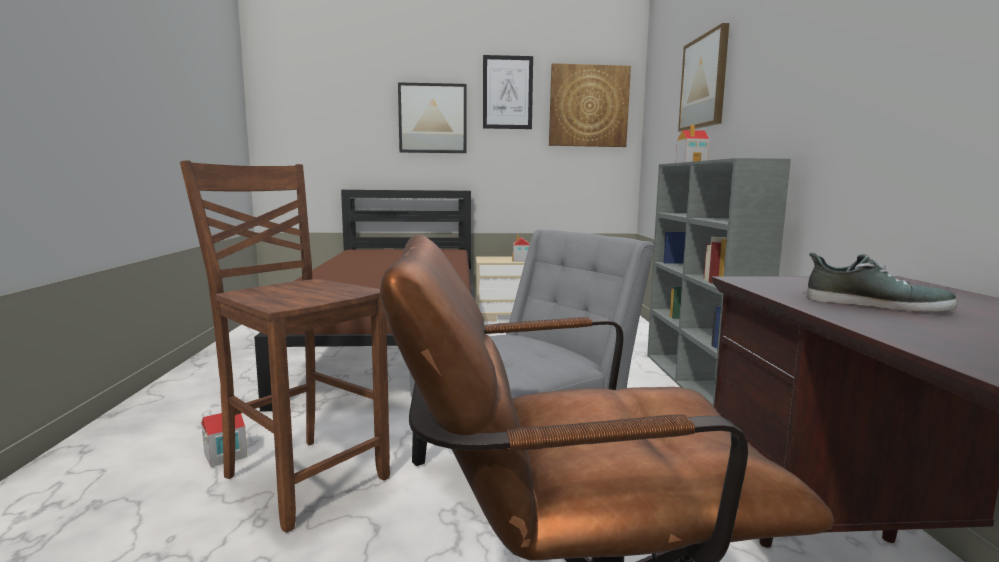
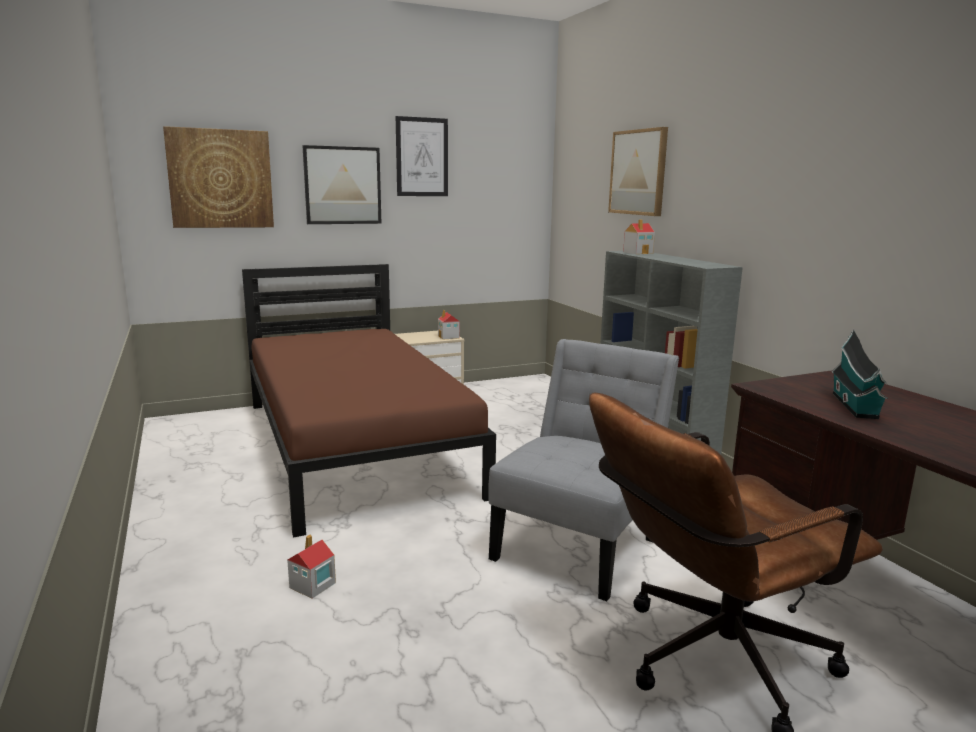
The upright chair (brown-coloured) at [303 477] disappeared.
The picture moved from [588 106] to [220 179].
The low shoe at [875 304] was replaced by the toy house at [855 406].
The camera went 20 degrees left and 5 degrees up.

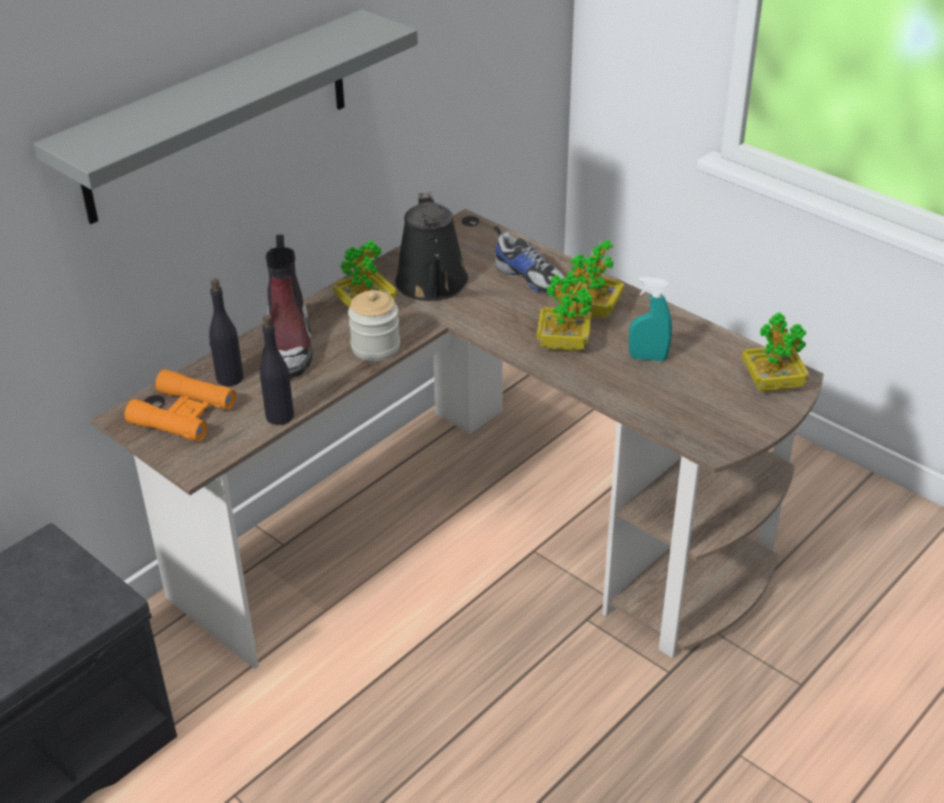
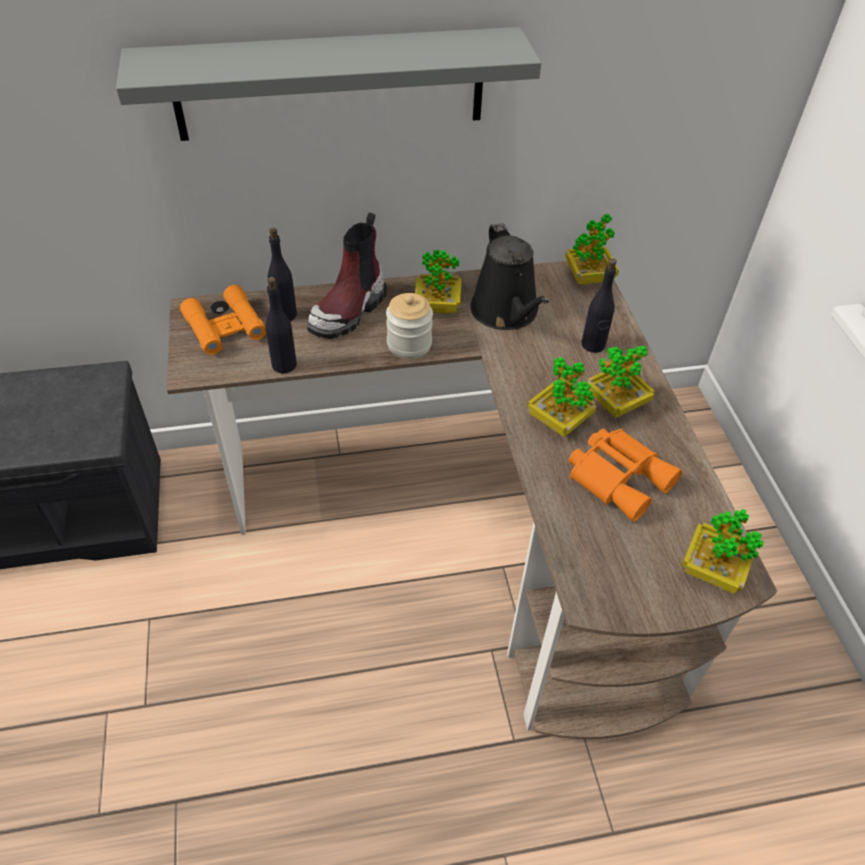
The houseplant at [588 278] appeared.
The low shoe at [530 277] was replaced by the bottle (black) at [593 345].
The hand sprayer (blue-green) at [648 358] was replaced by the field glasses (orangey) at [619 476].
The watering can (black) at [432 285] turned 45 degrees counterclockwise.
The camera went 35 degrees right and 10 degrees up.

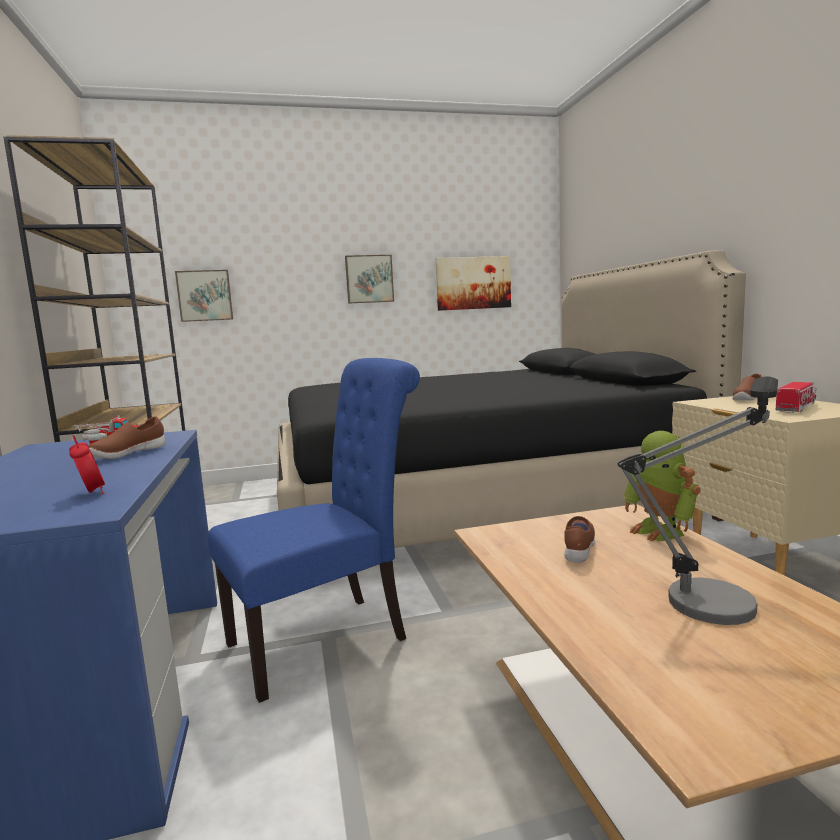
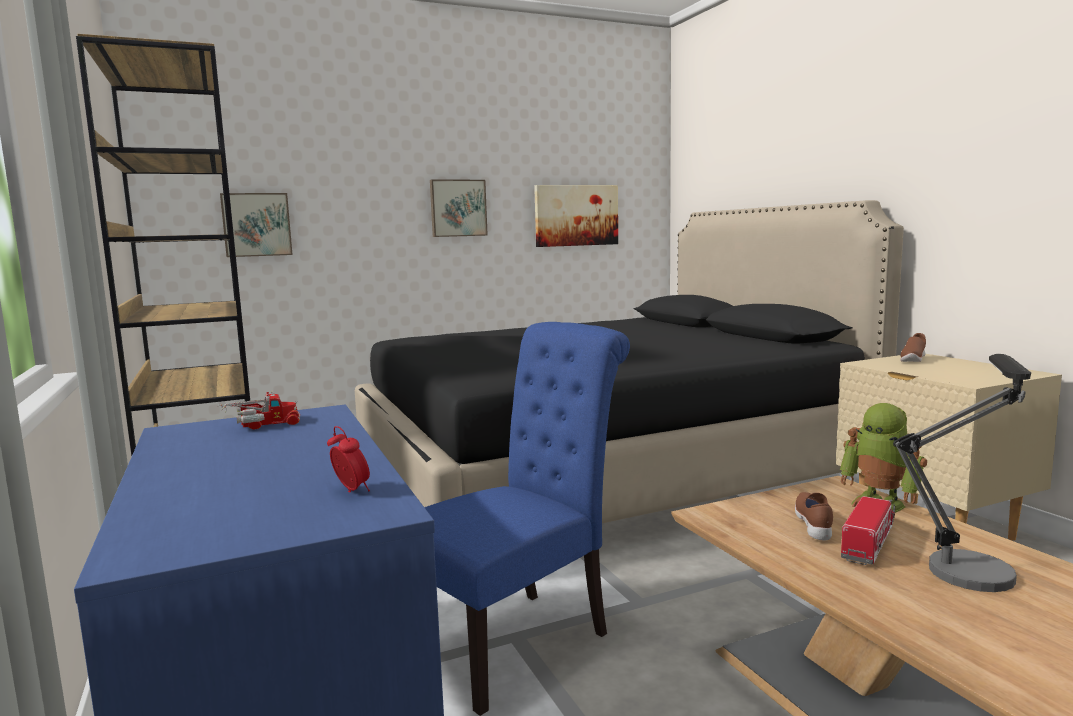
The low shoe (brown-coloured) at [128 454] disappeared.
The toy lorry moved from [796 407] to [869 541].
The camera went 10 degrees left and 0 degrees up.

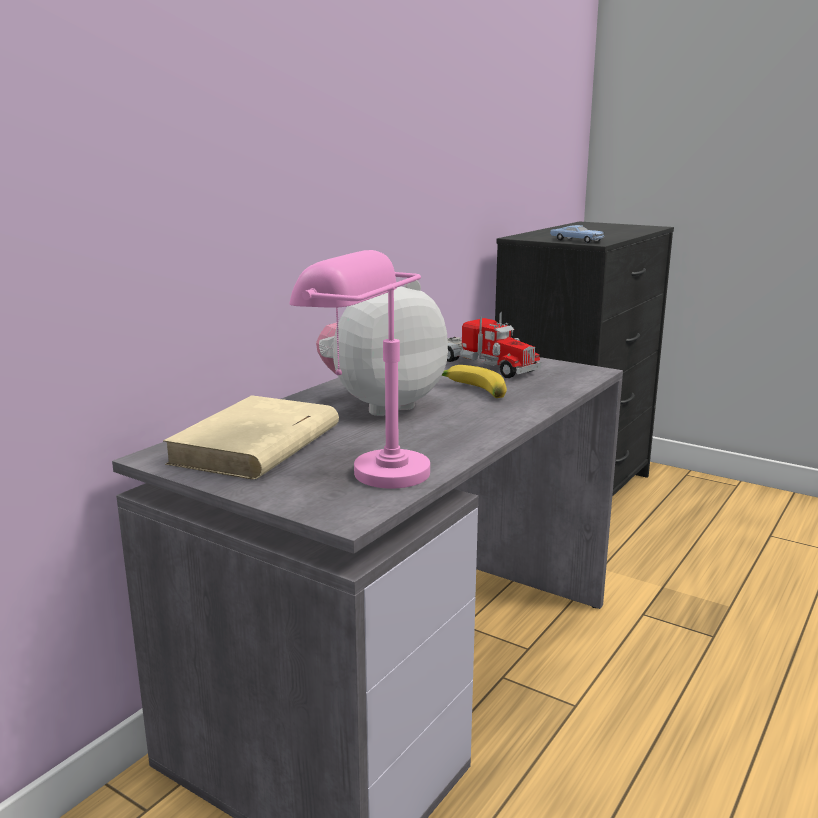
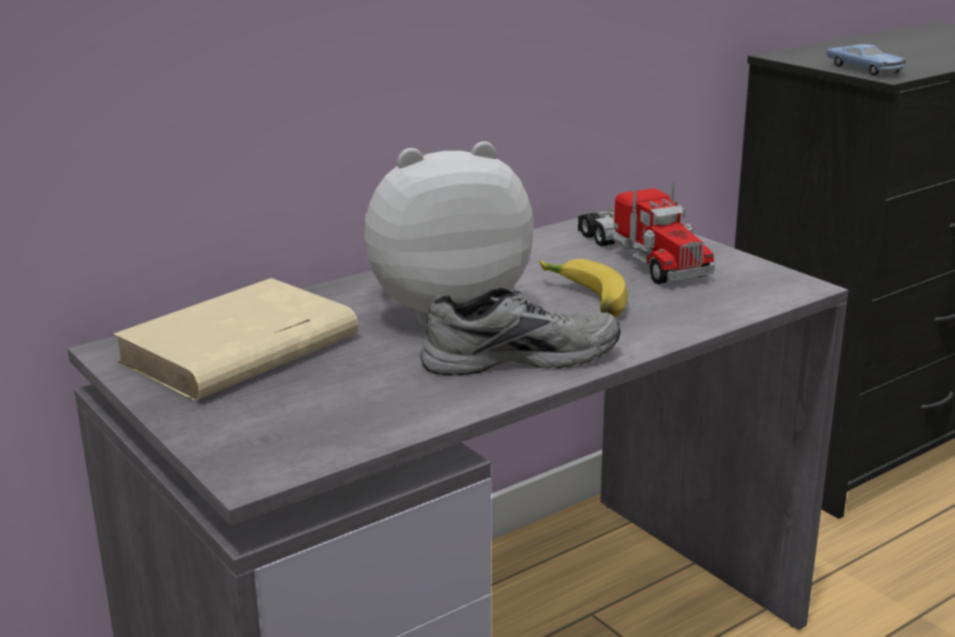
The tabletop lamp (pink) at [366 469] disappeared.
The low shoe (gray) at [519 356] appeared.
The camera went 20 degrees right and 5 degrees up.

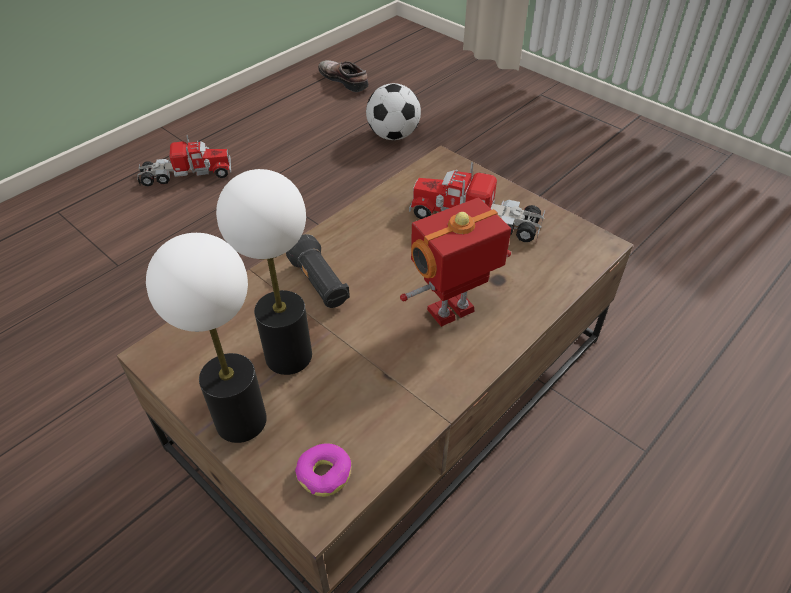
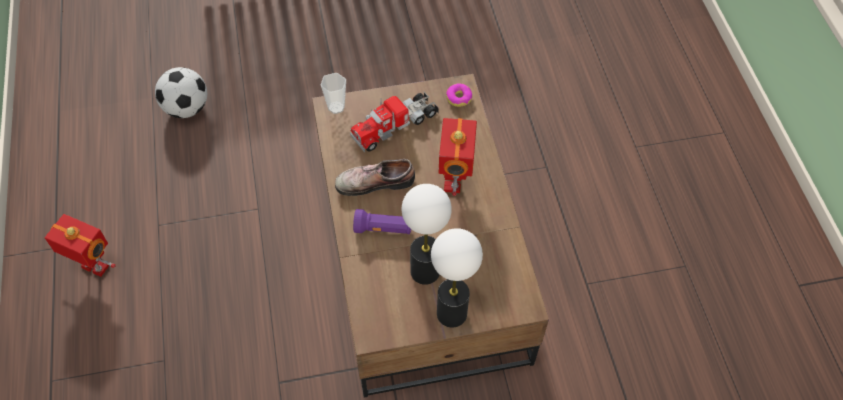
The cup at [336 107] appeared.
The doughnut moved from [325 474] to [459 98].
The low shoe moved from [345 80] to [374 181].
The toy lorry at [186 174] was replaced by the toy robot at [94 267].
The flashlight (black) at [320 284] became the flashlight (purplish) at [383 229].
The camera went 55 degrees left and 10 degrees up.

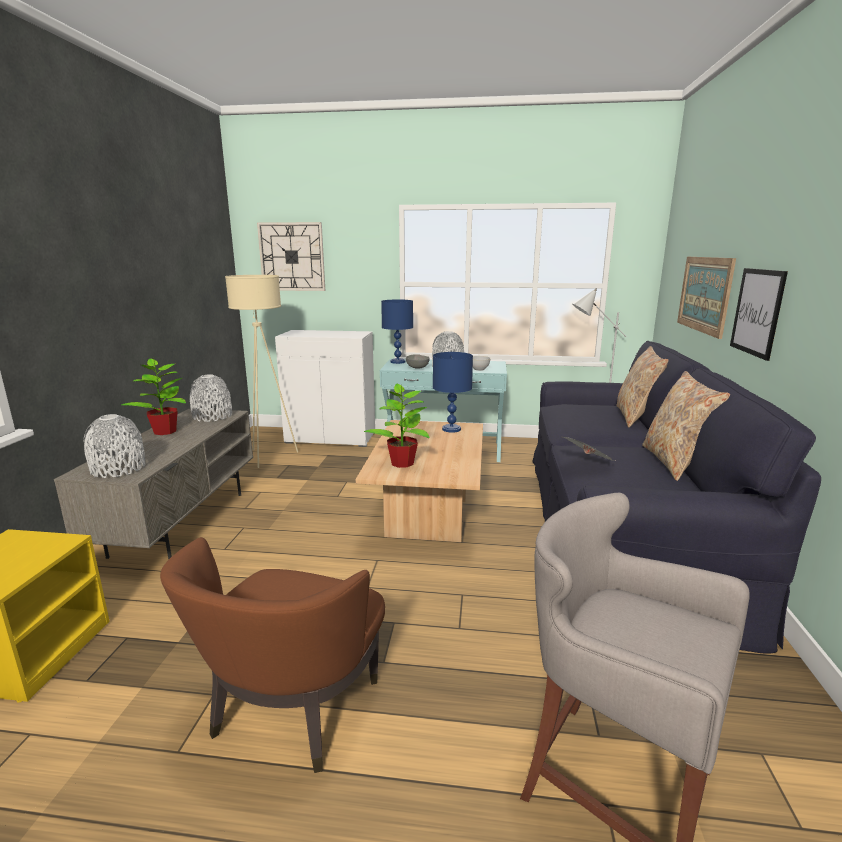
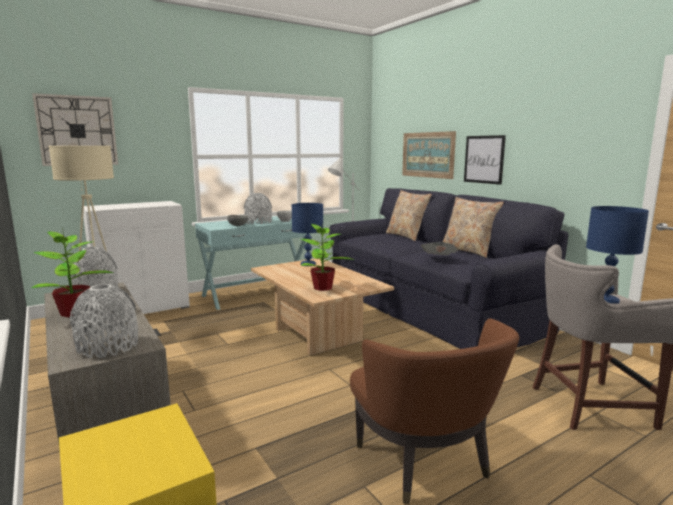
The tabletop lamp (blue-coloured) moved from [398 362] to [606 300].
The camera went 40 degrees left and 5 degrees down.

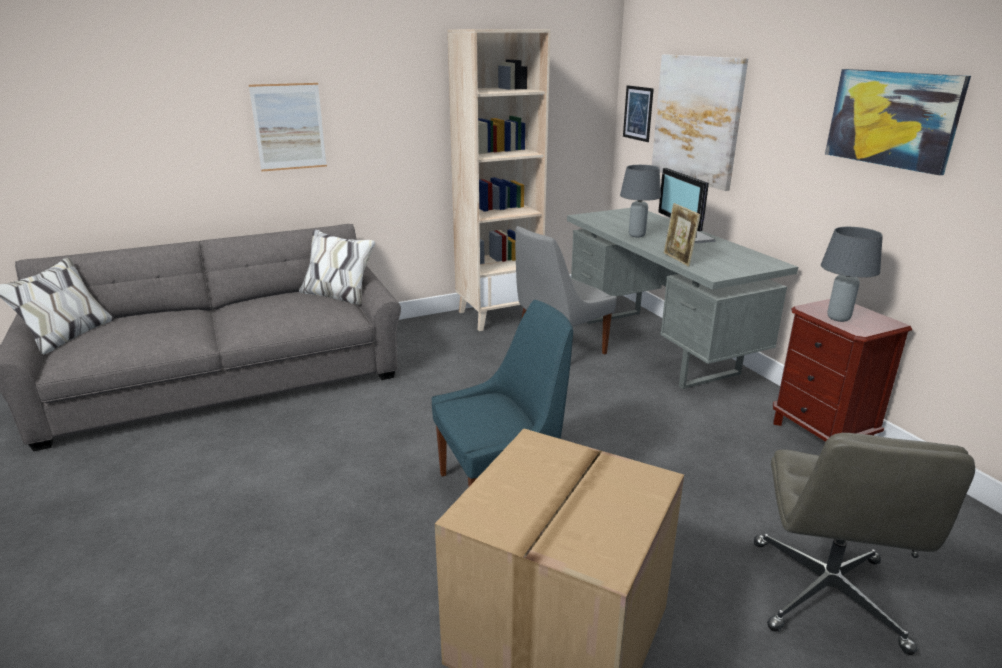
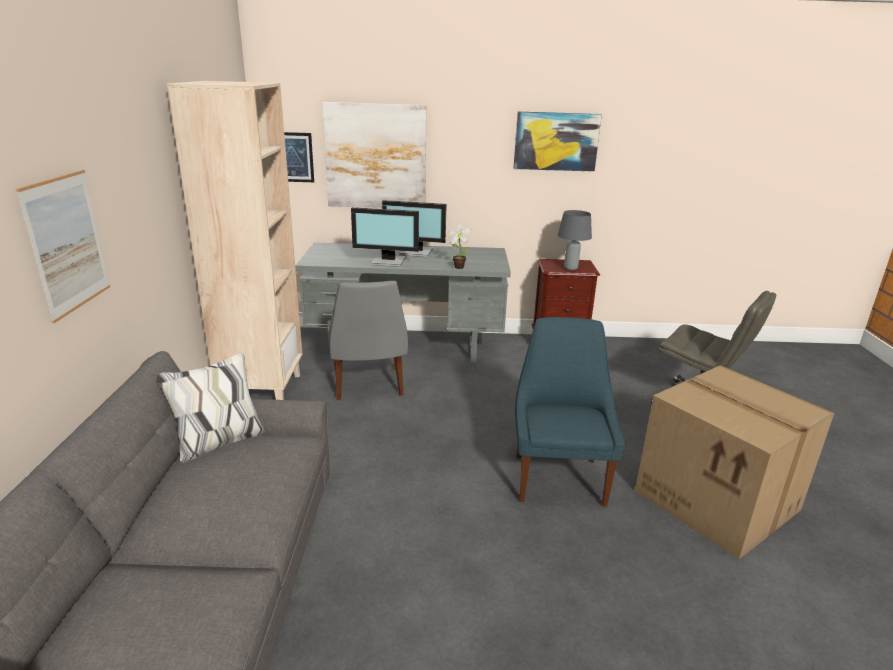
The tabletop lamp (gray) at [637 235] was replaced by the computer display at [388 261].
The photo frame at [678 259] was replaced by the houseplant at [457 267].
The camera went 65 degrees left and 0 degrees up.

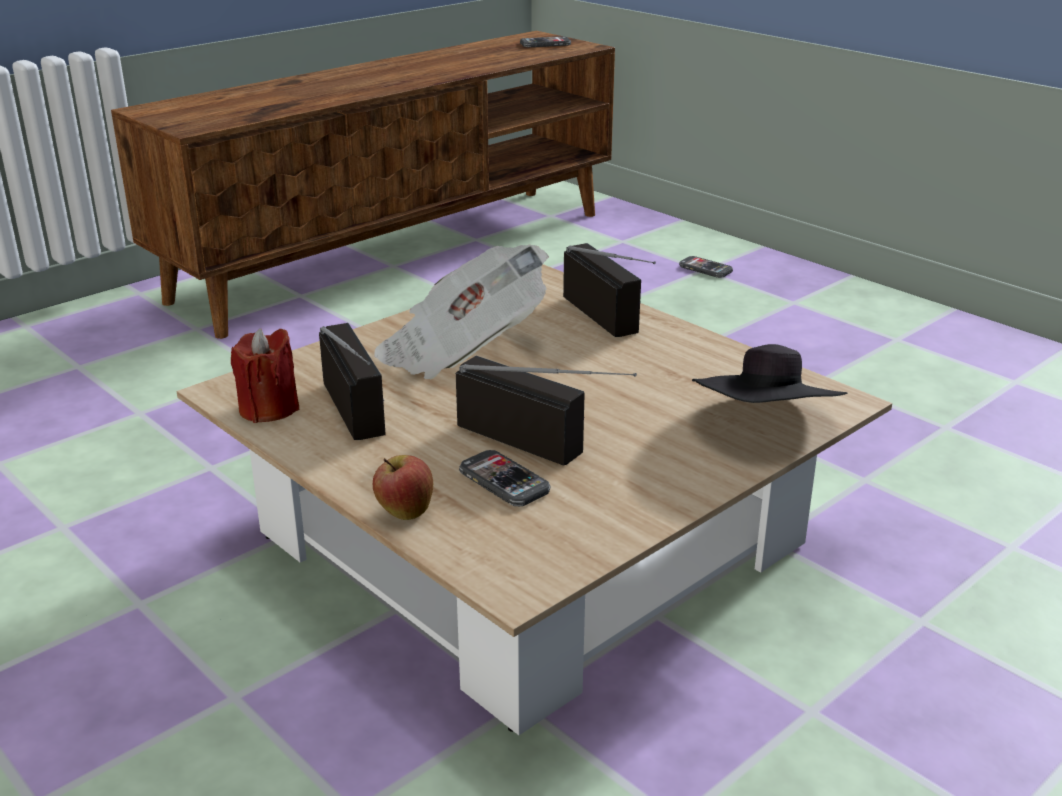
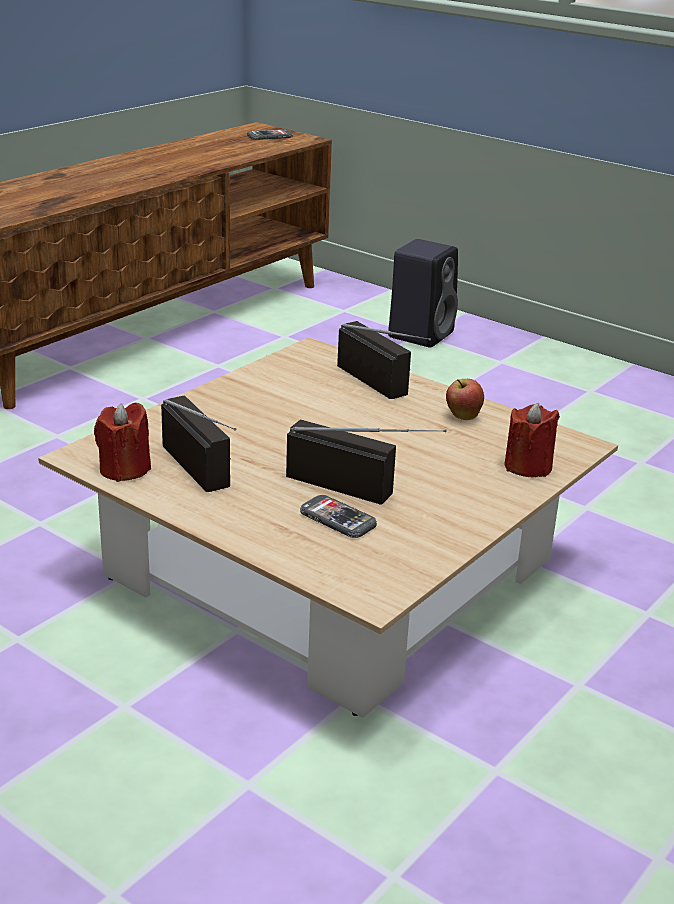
The printed paper at [462 352] disappeared.
The whole apple moved from [404 512] to [463 416].
The handset at [705 269] was replaced by the speaker (black) at [421 334].
The clothing hat (black) at [766 426] was replaced by the wax candle (red-coloured) at [528 467].
The camera went 10 degrees left and 0 degrees up.

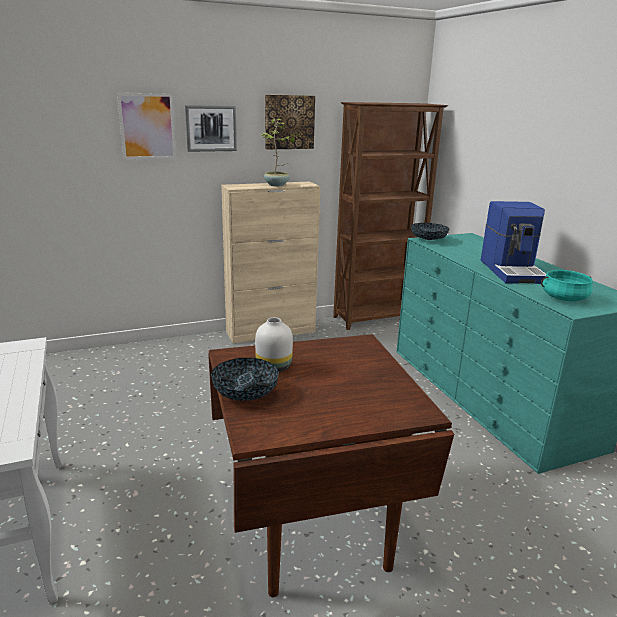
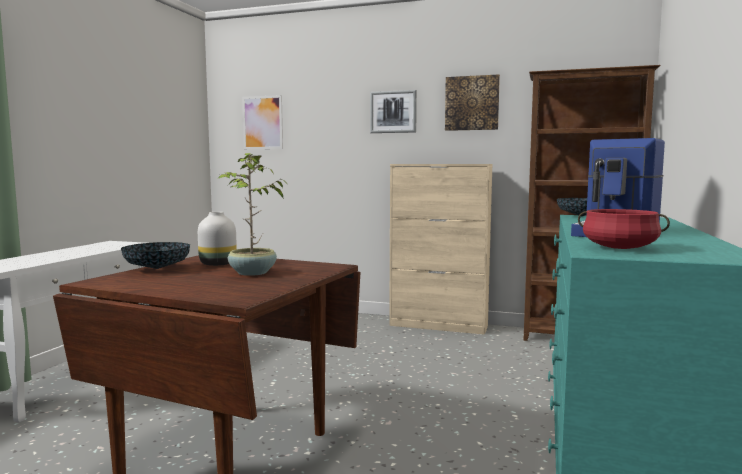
The picture moved from [147 126] to [262 122].
The houseplant moved from [277 185] to [252 273].
The stockpot (blue-green) at [564 298] became the stockpot (red-coloured) at [620 248].
The camera went 40 degrees right and 15 degrees down.

